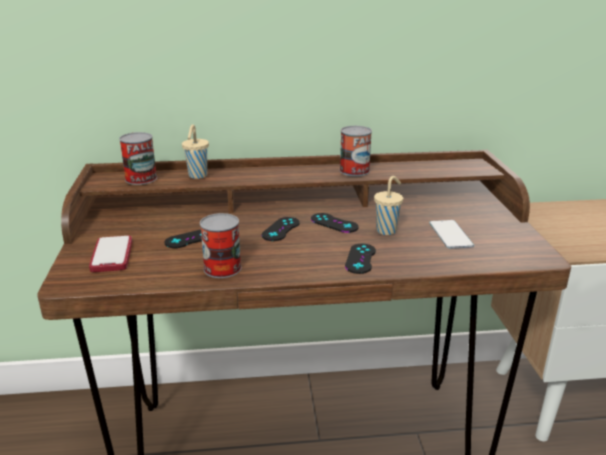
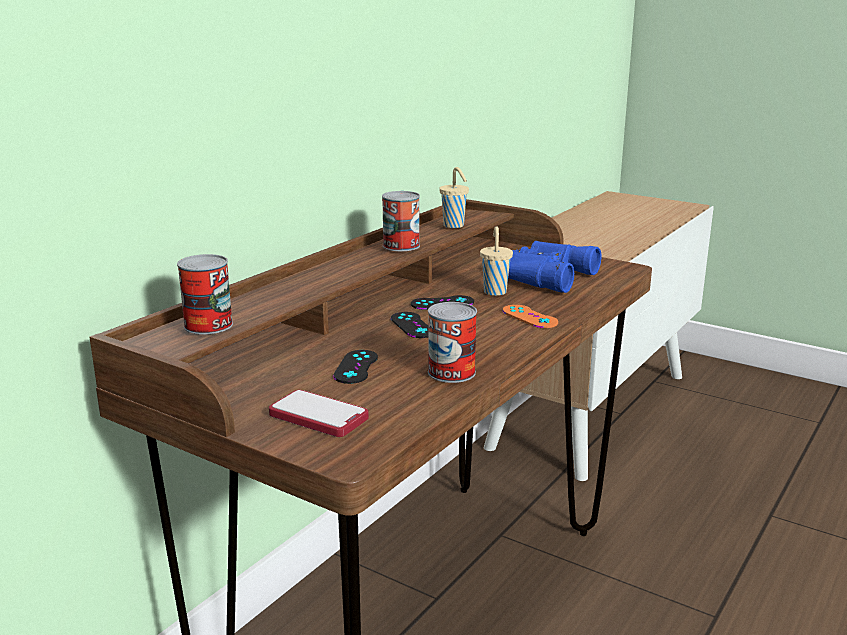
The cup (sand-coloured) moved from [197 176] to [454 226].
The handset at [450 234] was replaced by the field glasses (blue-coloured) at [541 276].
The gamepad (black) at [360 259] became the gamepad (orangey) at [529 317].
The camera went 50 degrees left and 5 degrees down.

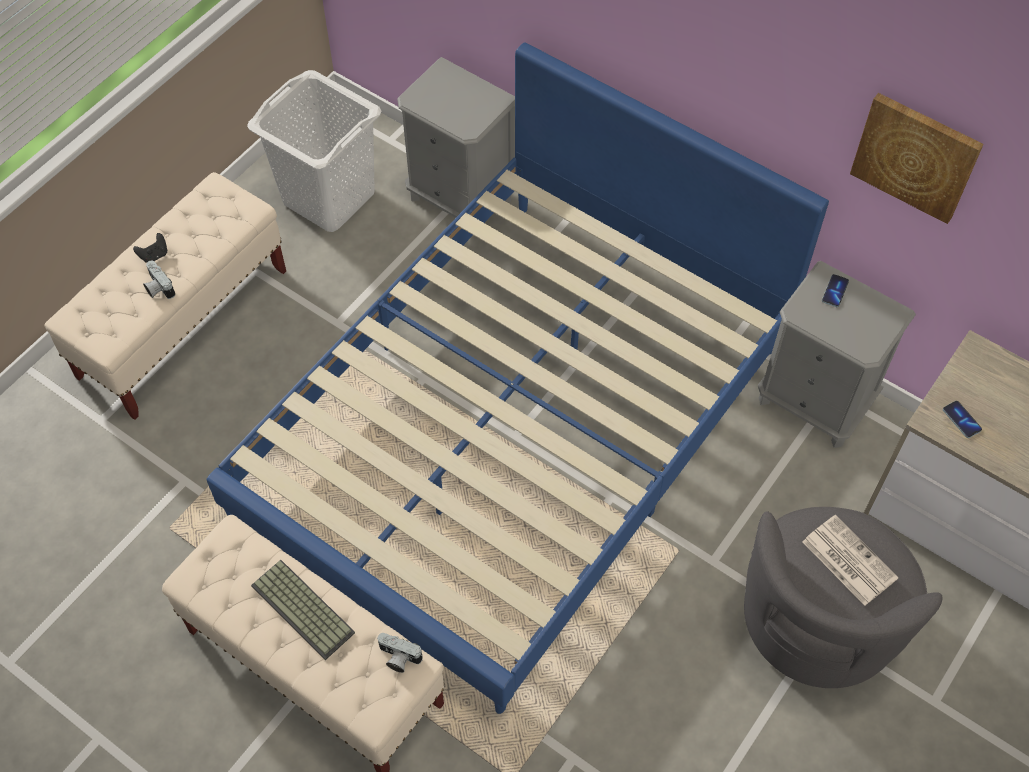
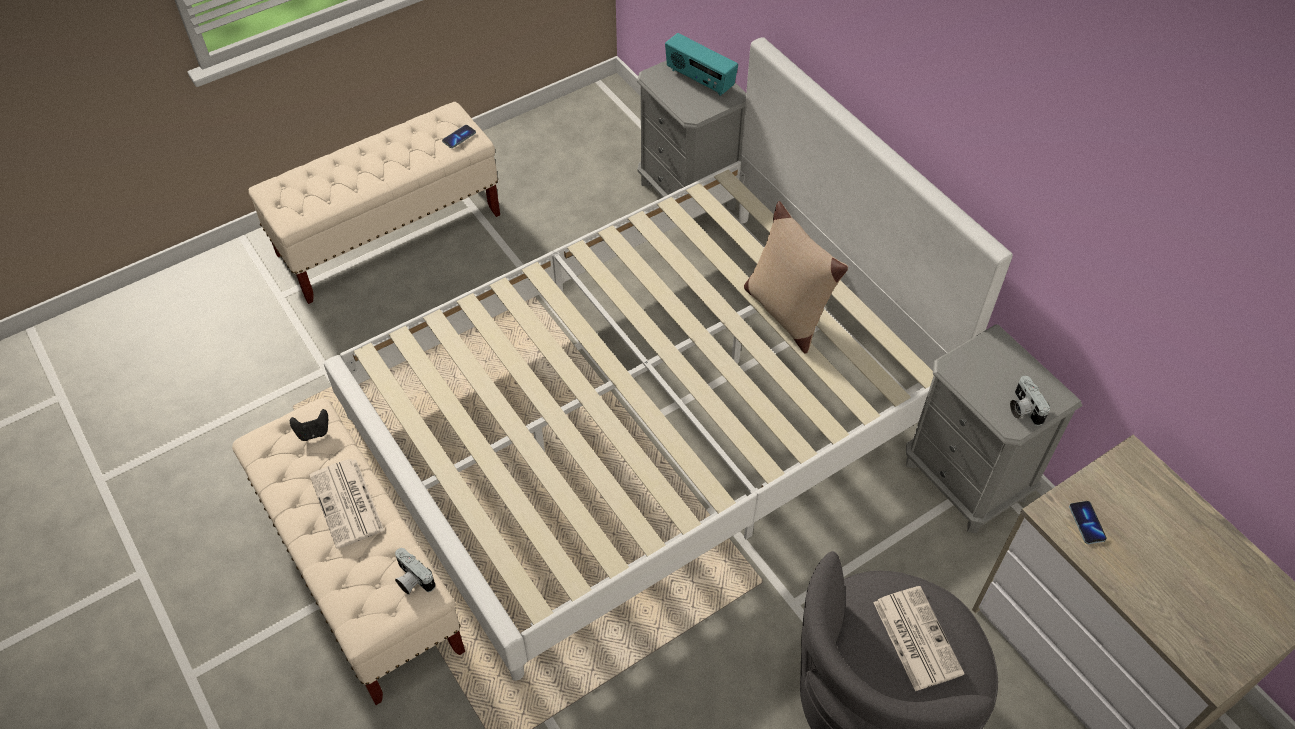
The hamper (white-coloured) at [329 196] disappeared.
The picture at [916 156] disappeared.
The radio receiver at [699 80] appeared.
The cushion (sand-coloured) at [786 311] appeared.
The gamepad (black) moved from [154 255] to [313 432].
The photo camera moved from [158 288] to [1023 409].
The handset moved from [835 291] to [459 137].
The computer keyboard at [305 609] was replaced by the printed paper at [348 504].
The bedroom bed (blue-coloured) at [516 430] became the bedroom bed (white-coloured) at [649 417].
The camera went 20 degrees right and 5 degrees down.

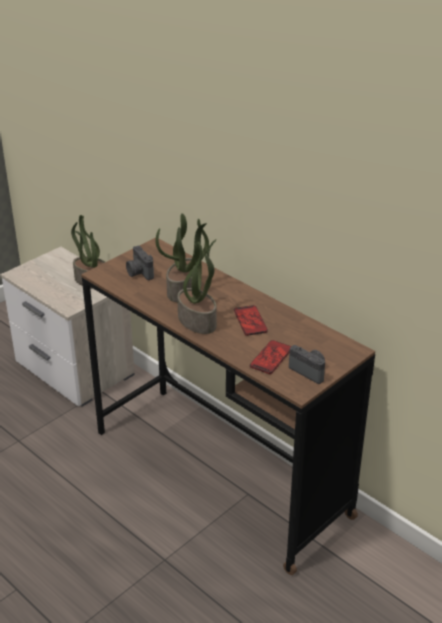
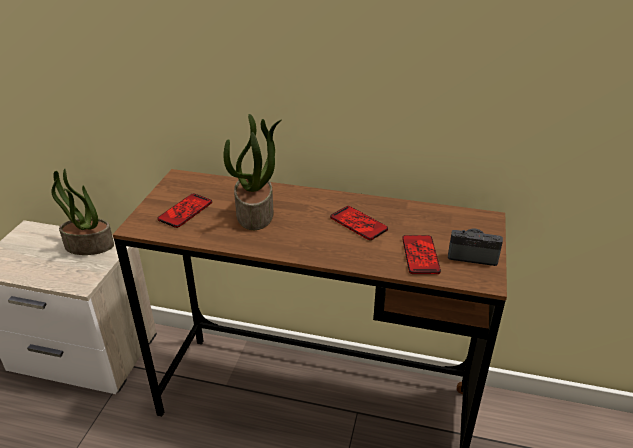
The houseplant at [198 321] disappeared.
The photo camera at [139 273] was replaced by the handset at [185 211].
The camera went 30 degrees left and 0 degrees up.

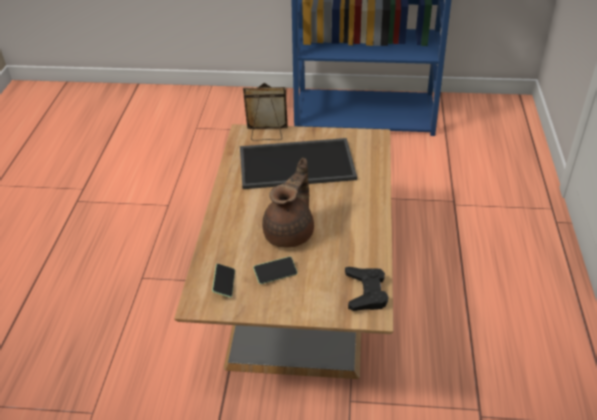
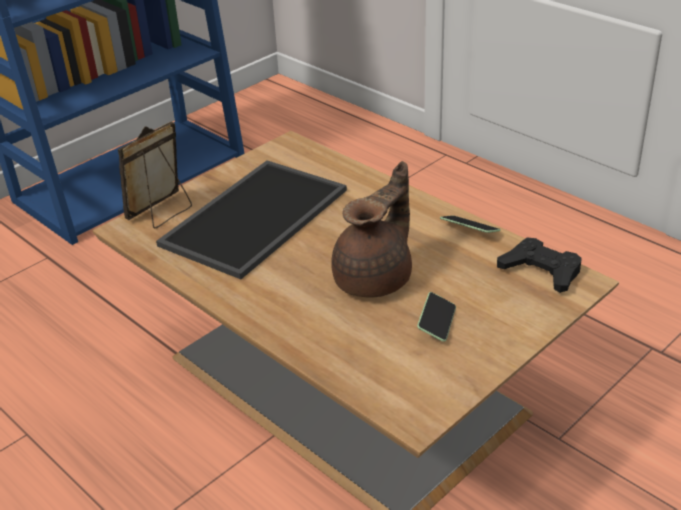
The handset moved from [224 284] to [469 231].
The pot for tea (brown-coloured) at [290 232] turned 60 degrees clockwise.
The camera went 50 degrees left and 5 degrees down.

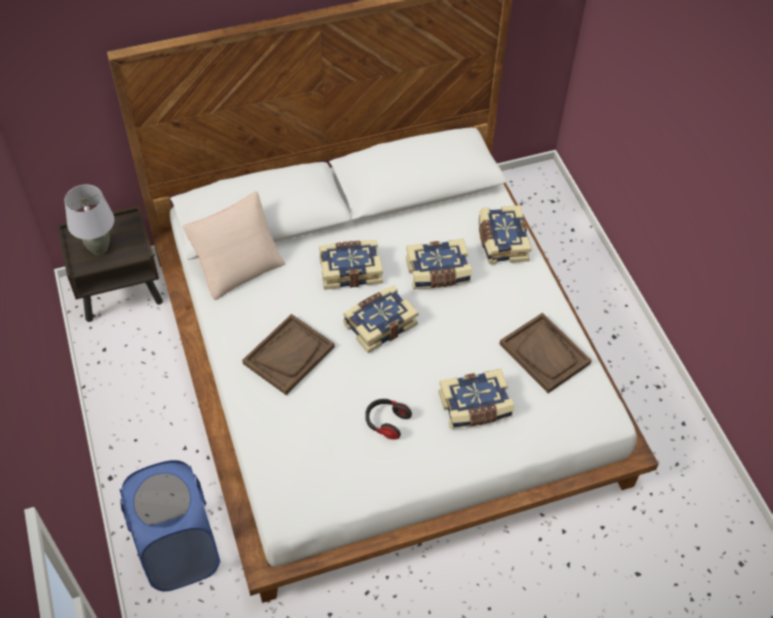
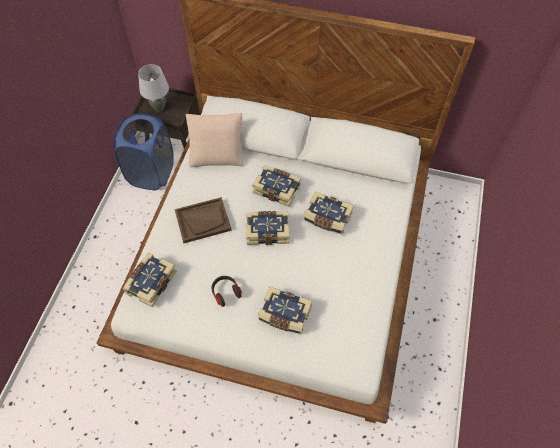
The tray (brown-coloured) at [544 354] disappeared.
The hamper (blue-coloured) moved from [180 552] to [152 173].
The book moved from [501 242] to [150 282].
The camera went 35 degrees right and 5 degrees up.

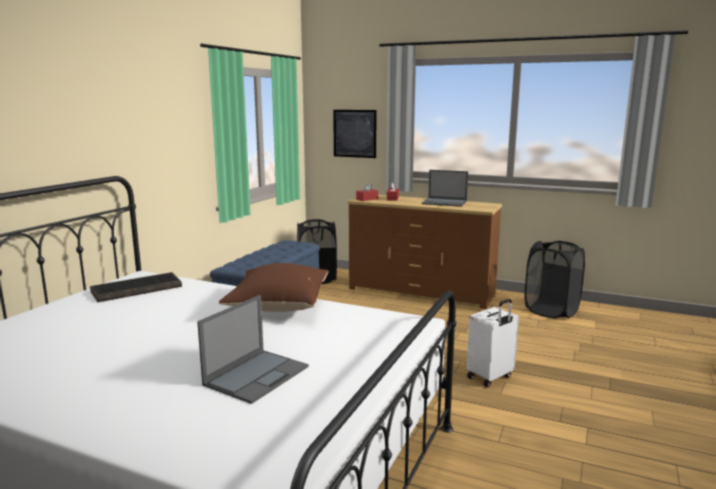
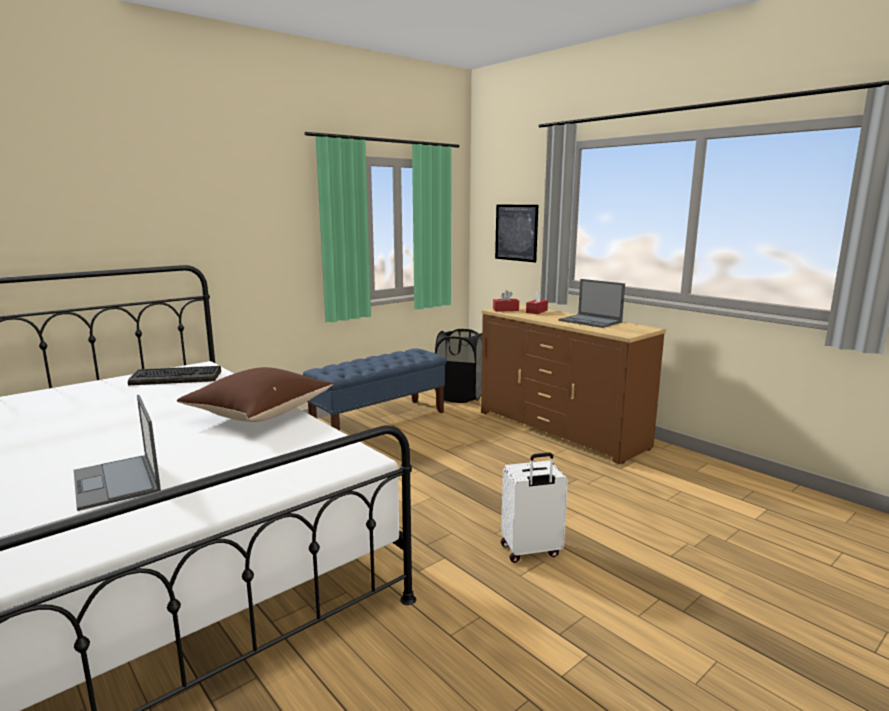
The hamper (black) at [551 311] disappeared.
The notebook computer at [257 375] turned 90 degrees clockwise.
The camera went 25 degrees right and 0 degrees up.

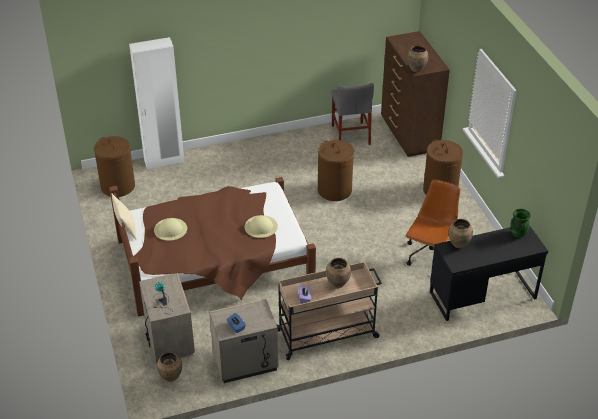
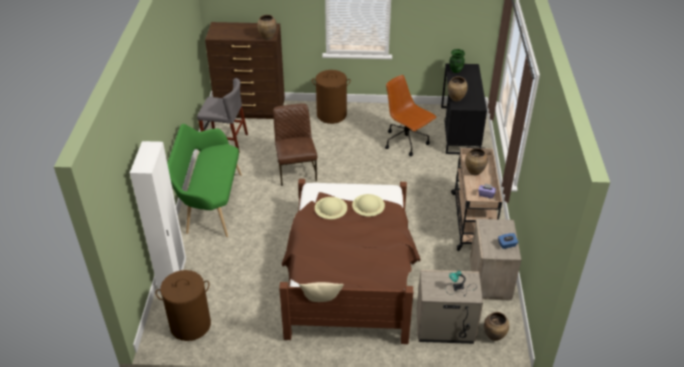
The bench (green) at [210 204] appeared.
The clothing hat (sand-coloured) moved from [170 229] to [330 208].
The hamper (brown-coloured) at [335 190] was replaced by the upright chair (brown-coloured) at [296 170].
The camera went 70 degrees left and 0 degrees up.

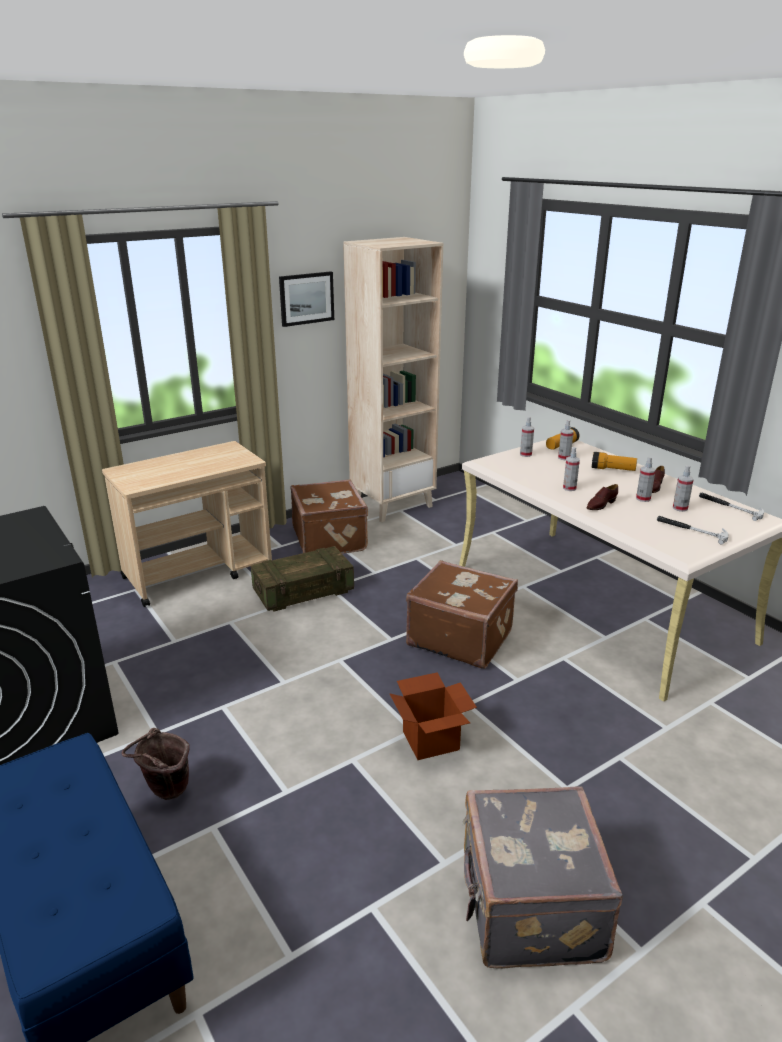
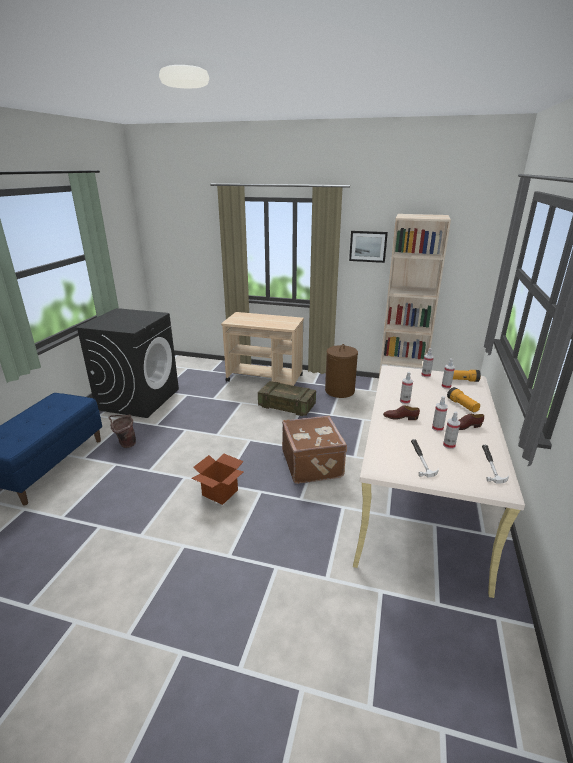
The suitcase (gray) at [528 907] disappeared.
The suitcase (brown-coloured) at [331 539] was replaced by the hamper (brown-coloured) at [339 391].
The camera went 50 degrees right and 0 degrees up.

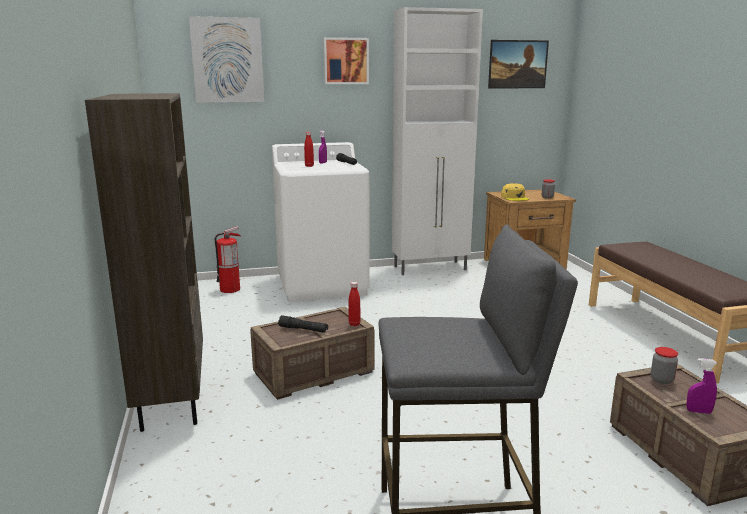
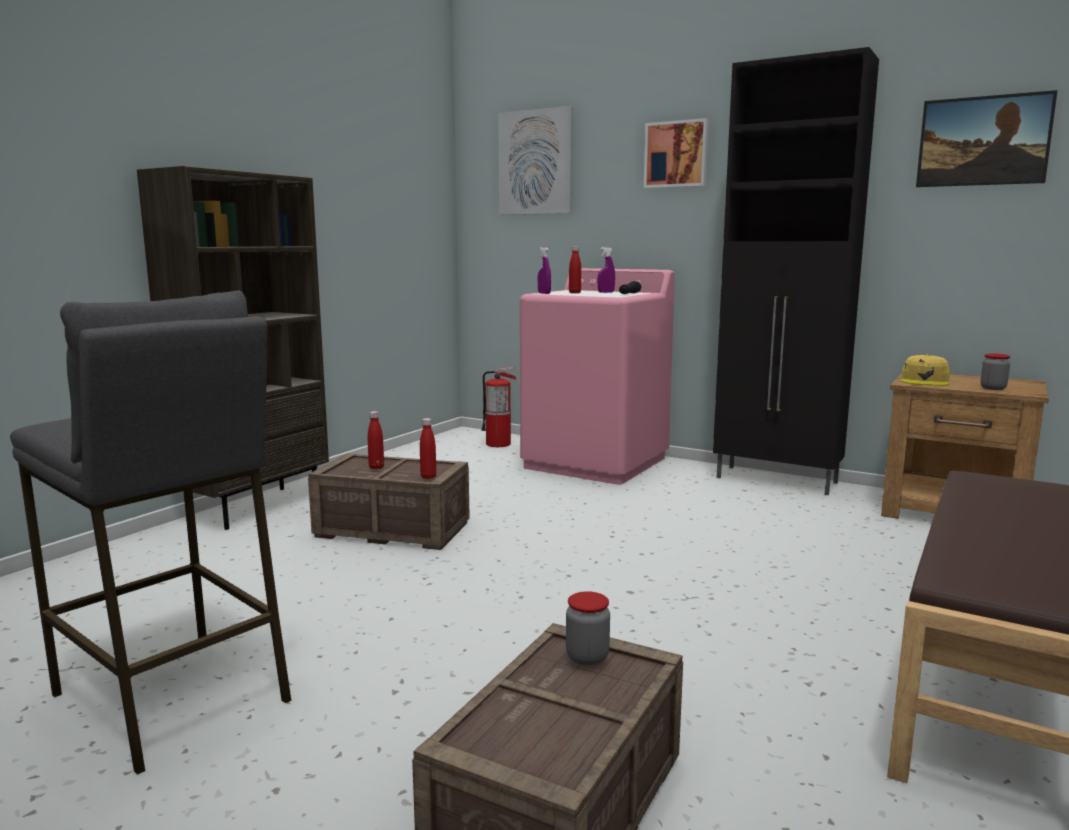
The hand sprayer (purplish) moved from [698 411] to [544 293].
The flashlight (black) at [303 329] was replaced by the bottle (red-coloured) at [376 467].
The laundry appliance (white-coloured) at [322 285] became the laundry appliance (pink) at [596 463].
The storage cabinet (white-coloured) at [431 268] became the storage cabinet (black) at [778 481].
The camera went 45 degrees right and 5 degrees down.

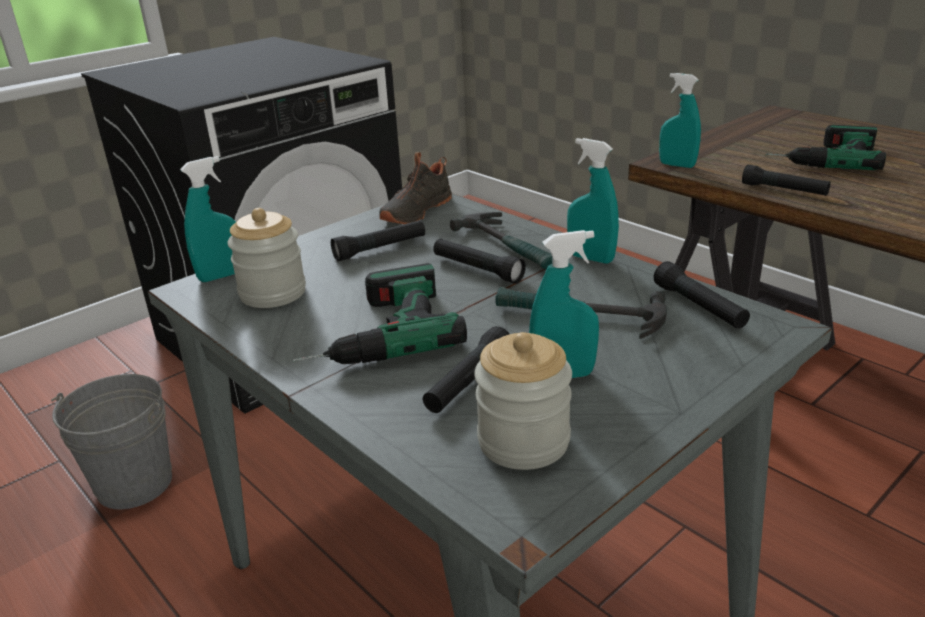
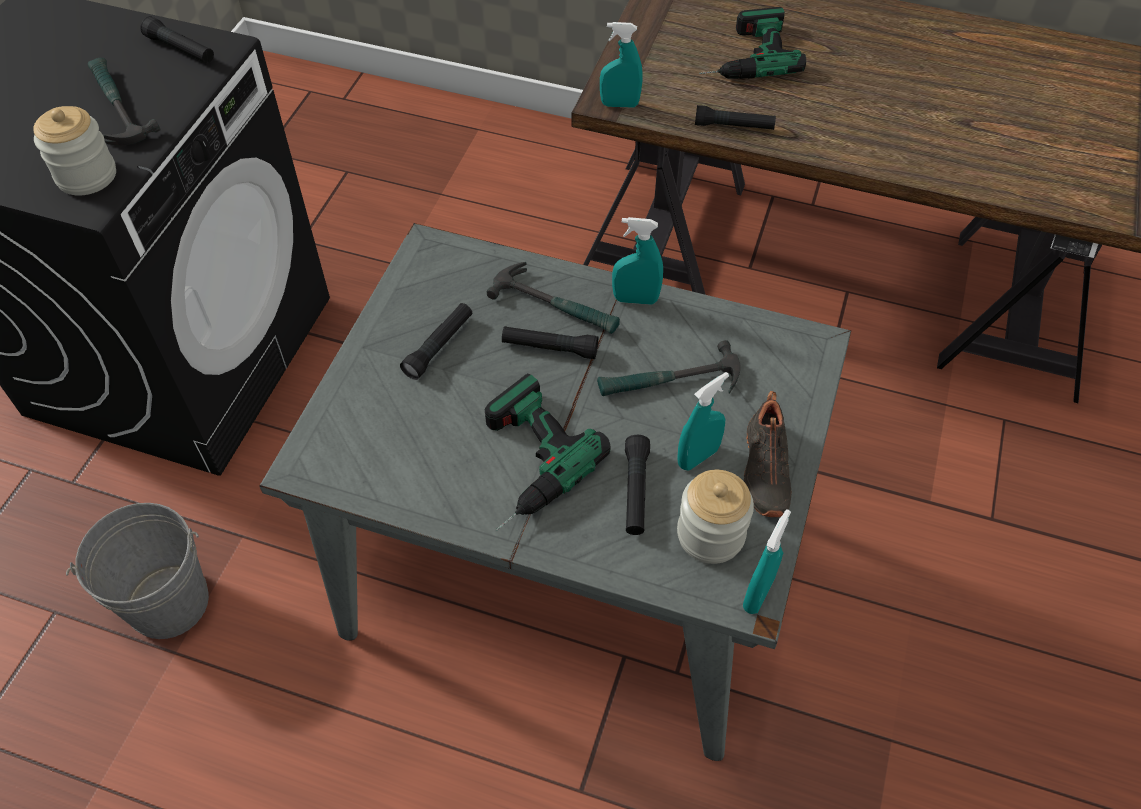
The hammer at [116 107] appeared.
The hand sprayer (blue-green) moved from [222 276] to [758 593].
The jar moved from [273 293] to [87 176].
The low shoe (black) moved from [415 211] to [763 470].
The flashlight (black) moved from [699 307] to [181 49].
The camera went 30 degrees left and 25 degrees up.

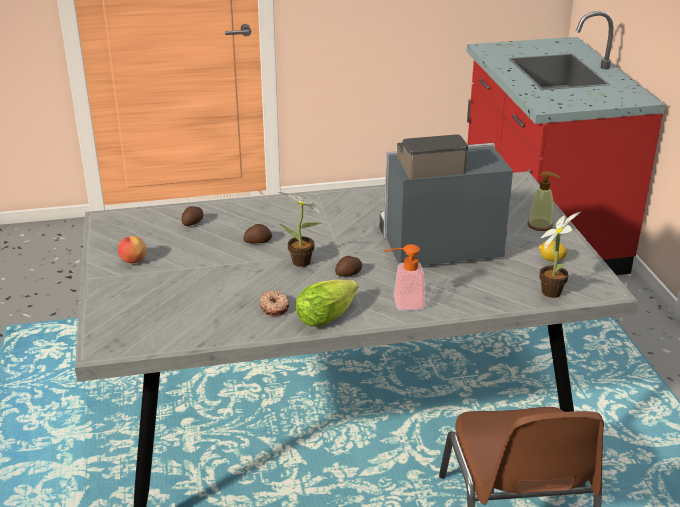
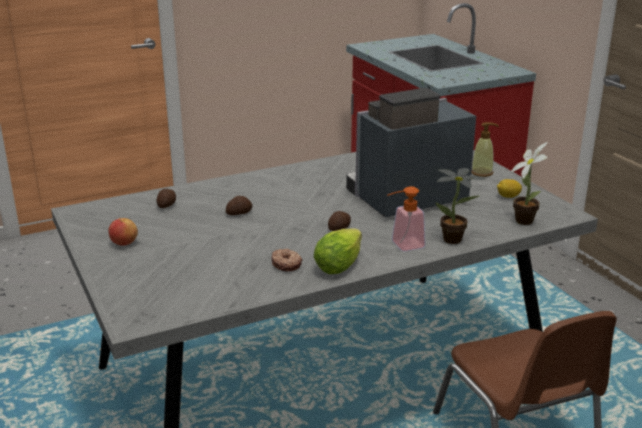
The houseplant moved from [304 263] to [455 240].
The camera went 15 degrees left and 5 degrees down.

